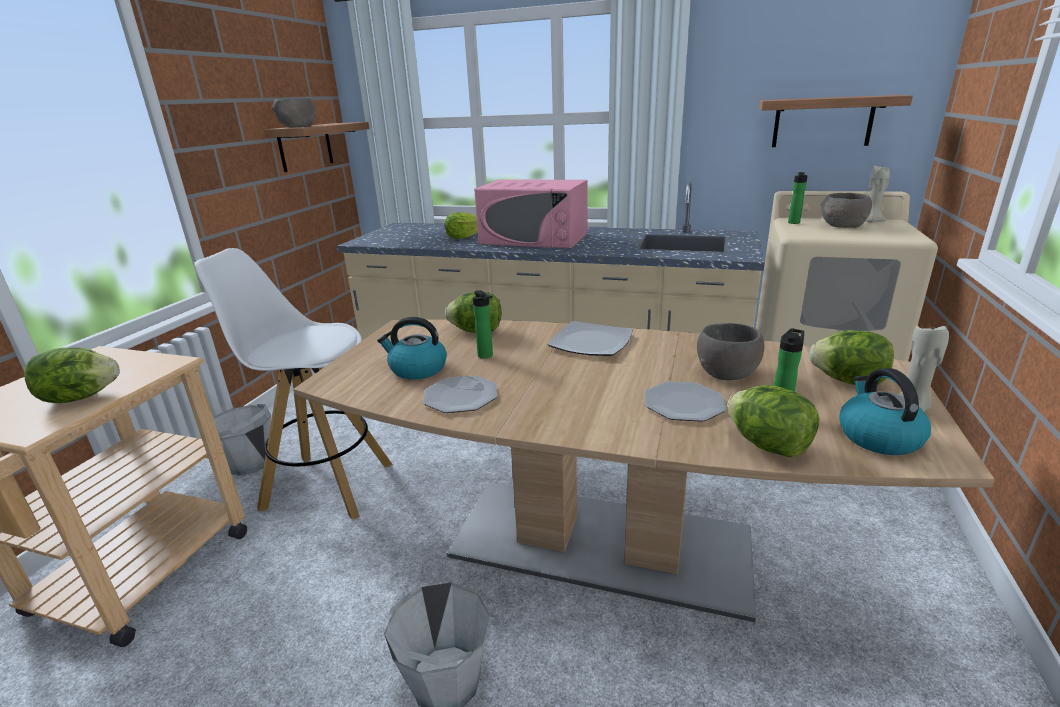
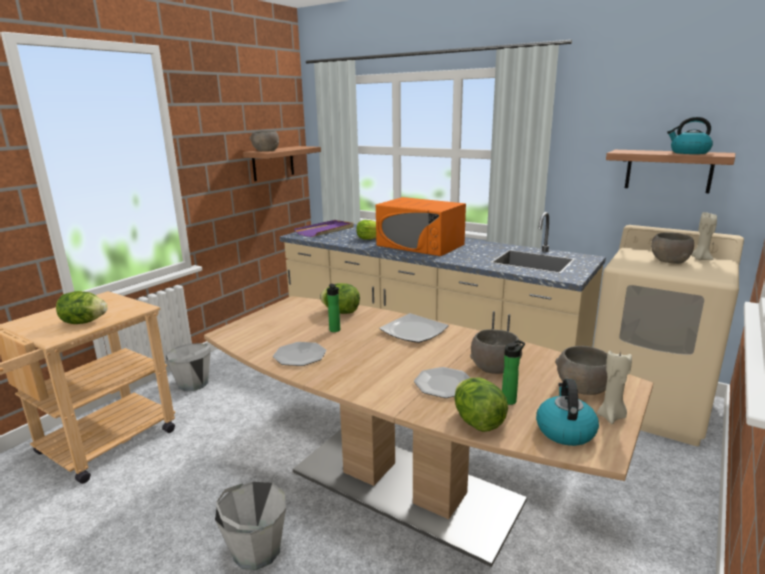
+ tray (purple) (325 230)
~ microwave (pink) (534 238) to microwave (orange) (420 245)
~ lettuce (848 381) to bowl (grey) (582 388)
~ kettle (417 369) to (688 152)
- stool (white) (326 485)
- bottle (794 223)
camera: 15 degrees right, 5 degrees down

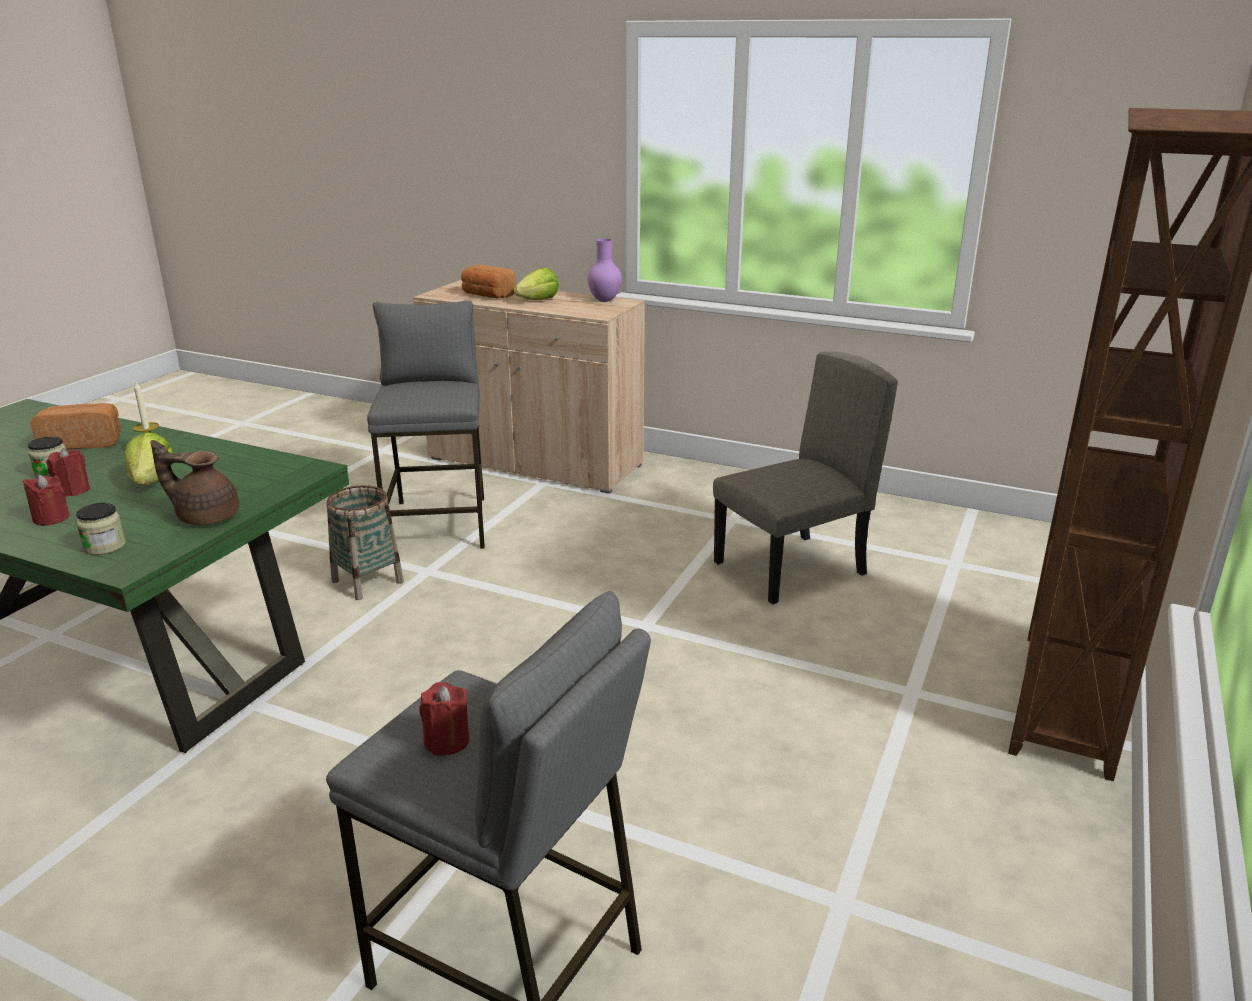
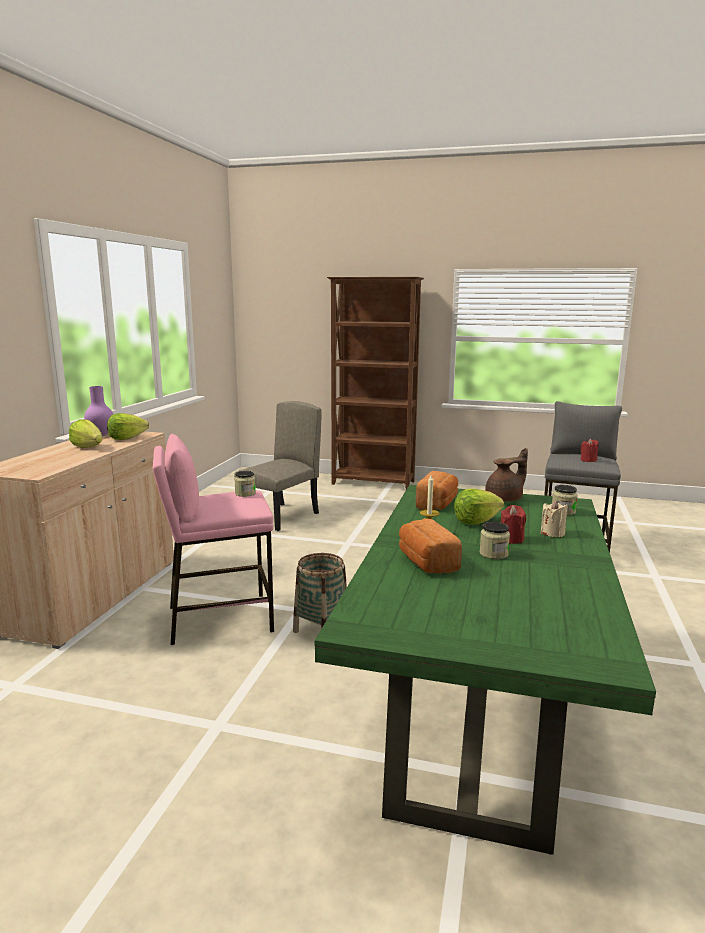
+ lettuce (126 438)
~ stool (grey) (439 524) to stool (pink) (219 618)
~ chair (beige) (790 569) = (280 517) 75 degrees clockwise
+ jar (245 493)
~ bread (487 295) to (437 504)
~ teapot (brown) (206 516) = (505 499) 120 degrees counterclockwise
~ candle (red) (51 518) to candle (beige) (552 533)
camera: 100 degrees left, 10 degrees down

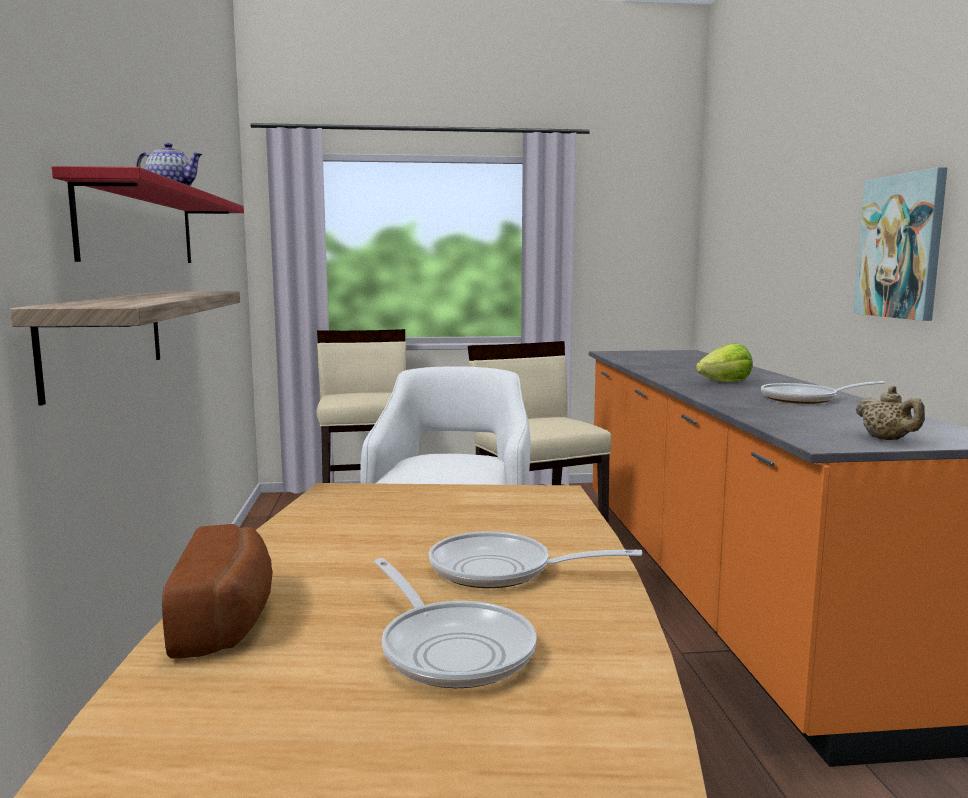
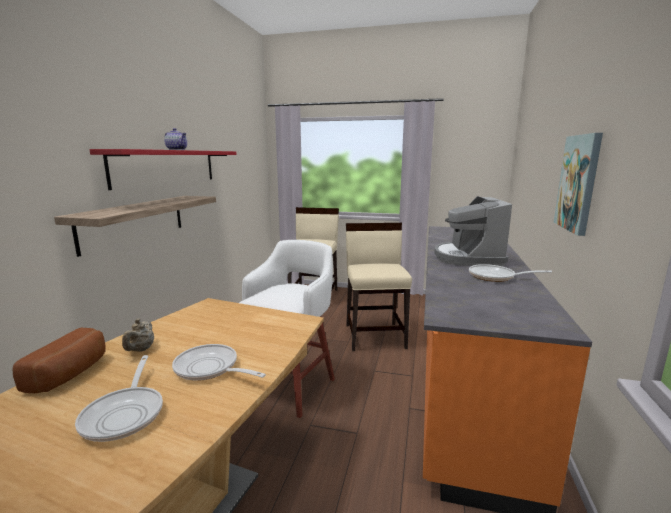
~ teapot (beige) (887 439) to (140 350)
~ lettuce (725 382) to coffee machine (468 258)
camera: 20 degrees right, 5 degrees up

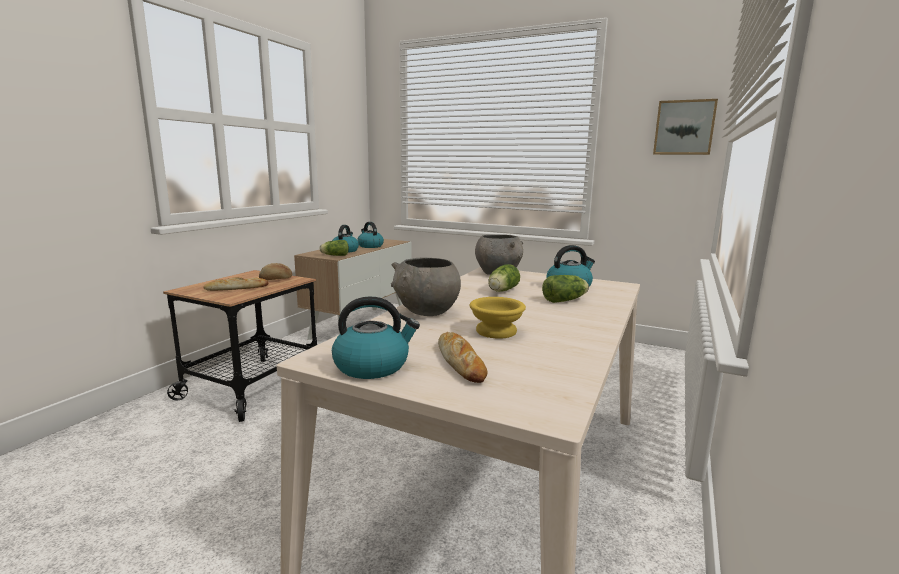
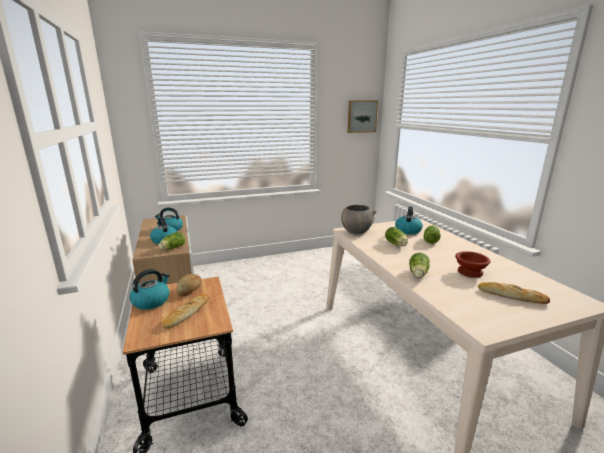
~ kettle (373 366) to (151 301)
~ bowl (grey) (426 312) to lettuce (418 274)
~ bowl (yellow) (496 332) to bowl (brown) (471 272)
camera: 45 degrees left, 5 degrees up

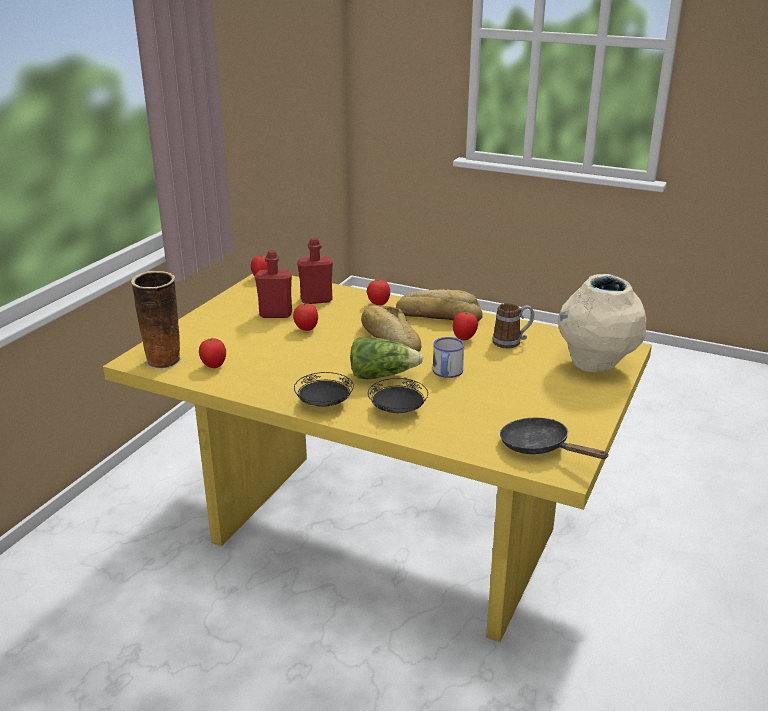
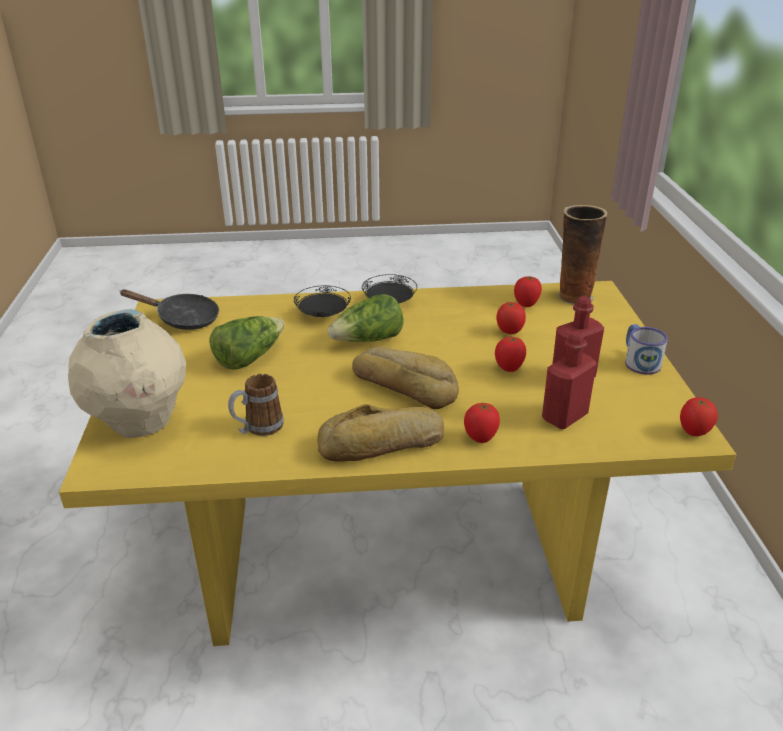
+ lettuce (249 357)
~ tomato (464 338) to (509 332)
~ mug (446 373) to (639 361)
camera: 150 degrees right, 5 degrees up

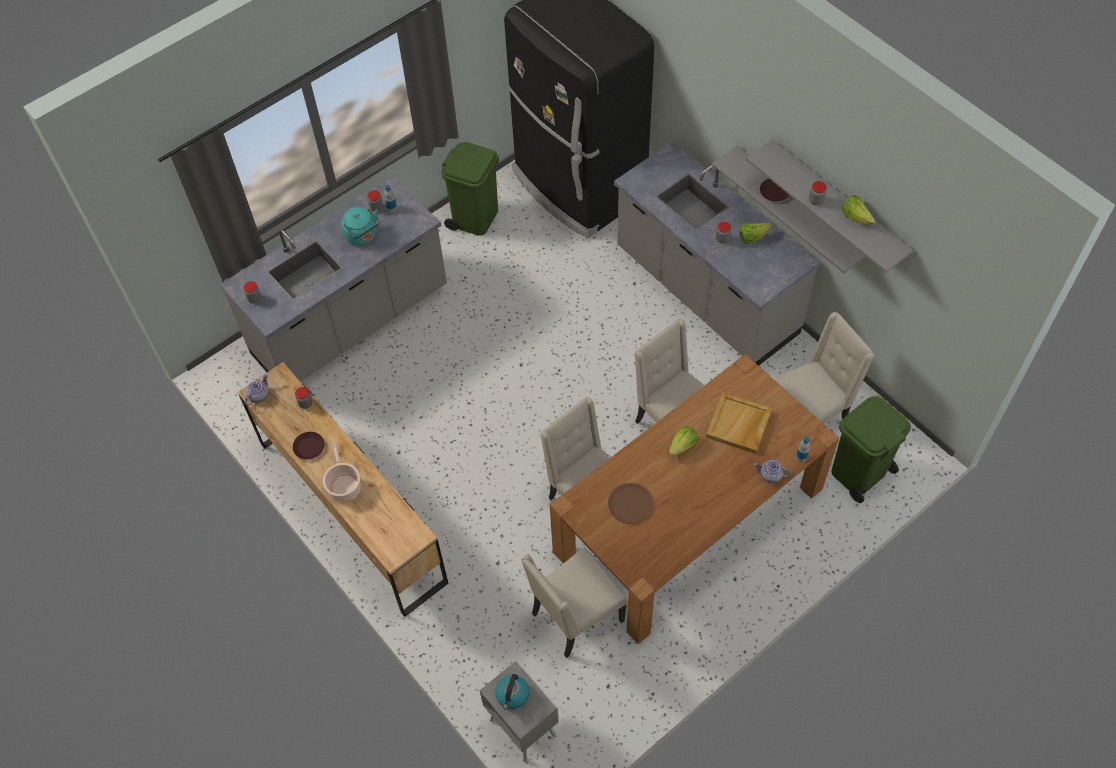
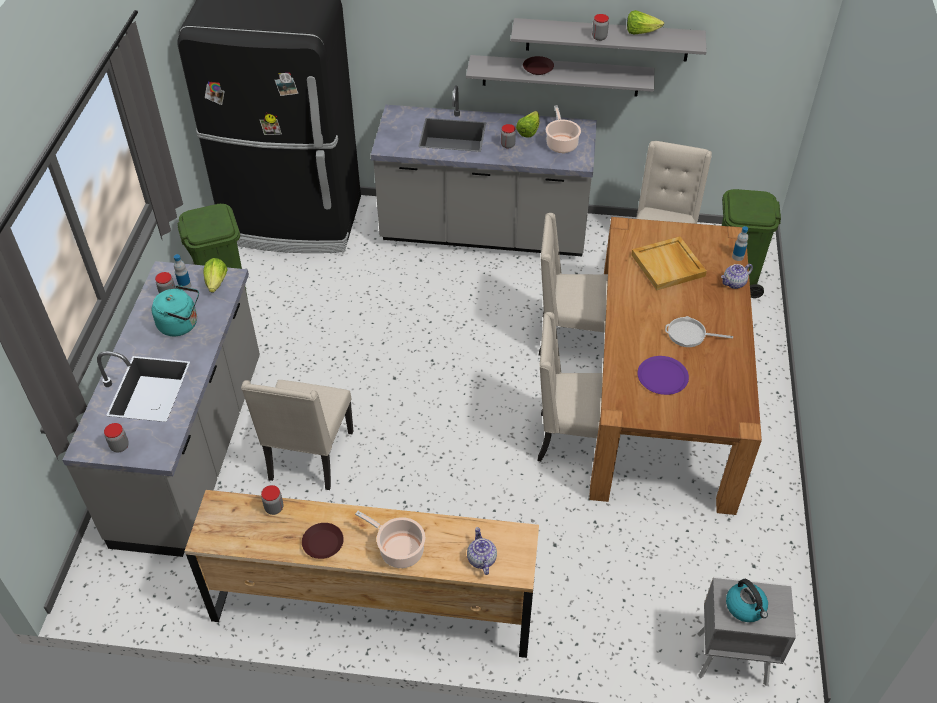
~ lettuce (682 446) to (216 283)
~ chair (beige) (575 617) to (309 457)
~ teapot (258 395) to (481 559)
+ cooking pot (561 143)
~ plate (brown) (630 504) to plate (purple) (662 376)
+ frying pan (689 335)
camera: 45 degrees left, 10 degrees down

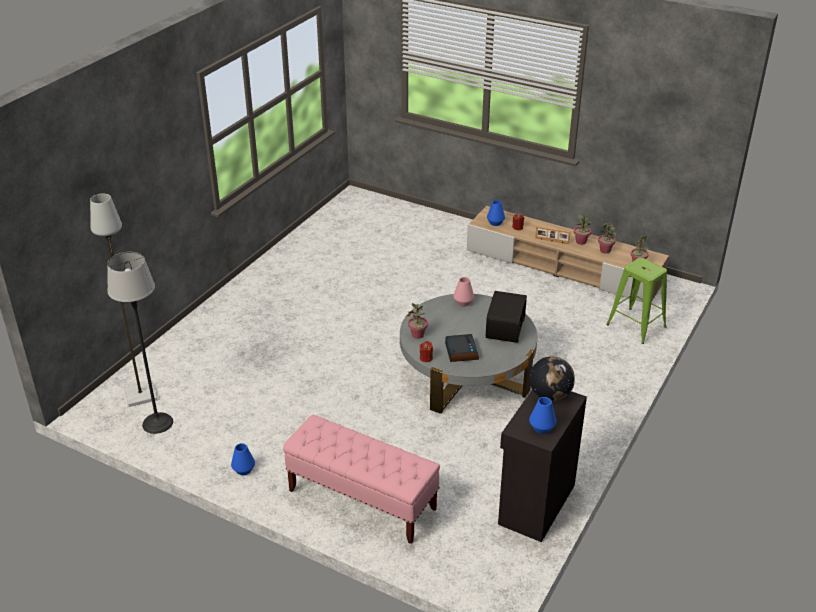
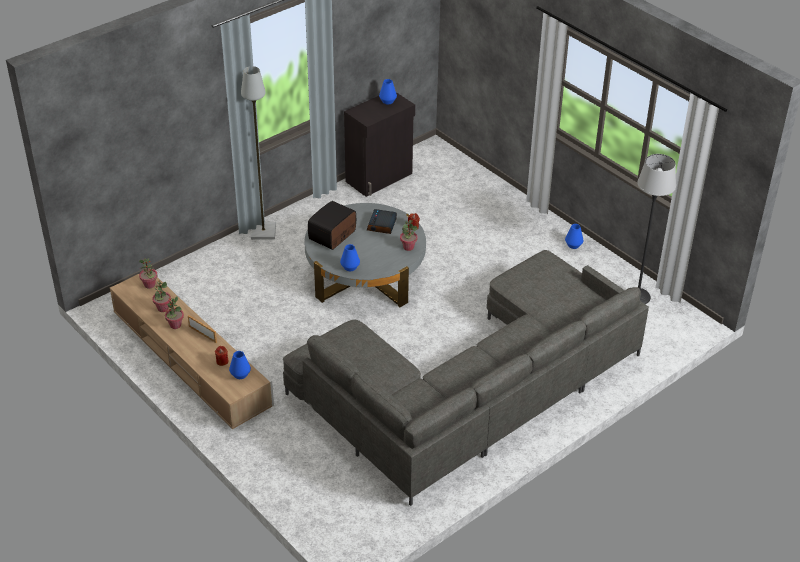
~ floor lamp (grey) (141 395) to (263 231)
+ sofa (grey) (472 390)
~ vase (pink) (463 302) to vase (blue) (350 267)
- bench (pink) (361 500)
- globe (550 395)
- stool (green) (636 326)
camera: 160 degrees left, 5 degrees up

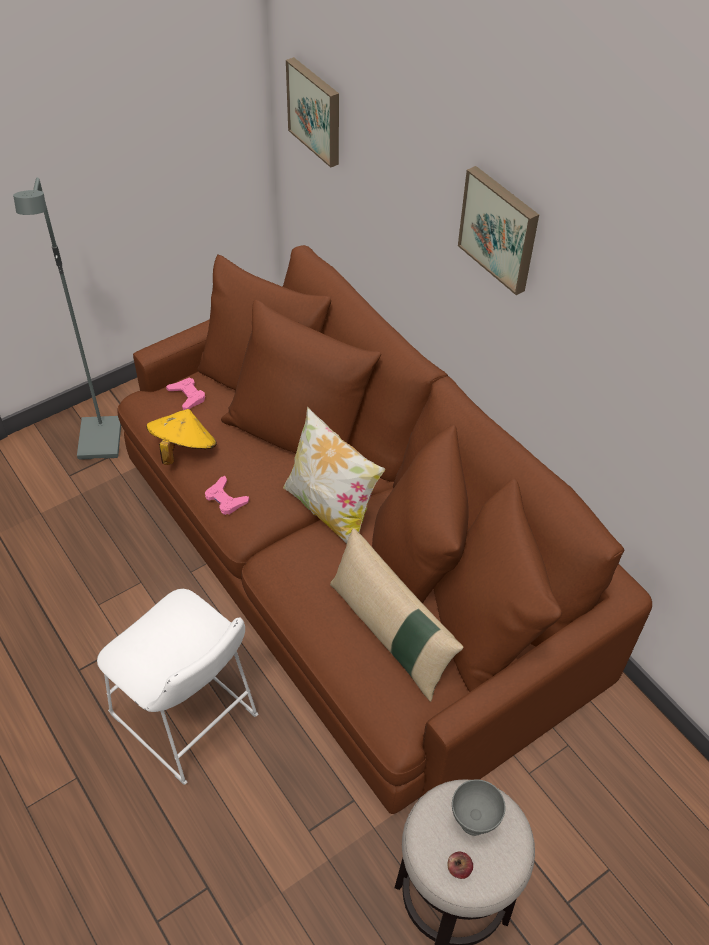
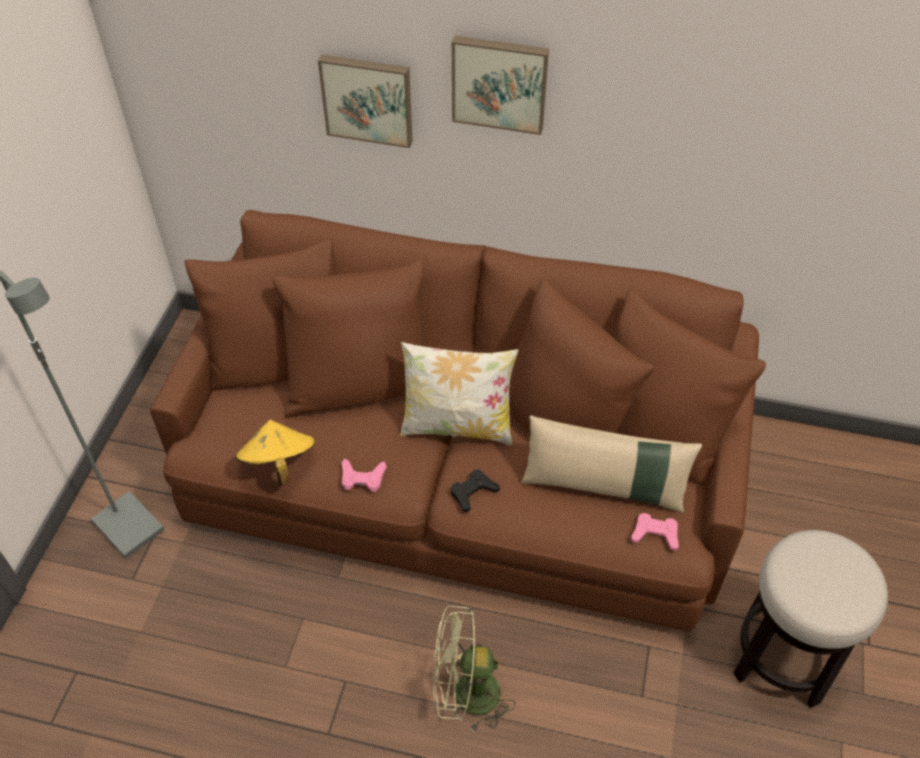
~ picture (316 111) to (368 99)
~ stool (white) (188 720) to fan (green) (466 695)
+ game controller (black) (473 492)
~ game controller (pink) (187 396) to (655 534)
- apple (459 869)
- bowl (grey) (473 823)
camera: 40 degrees left, 0 degrees up

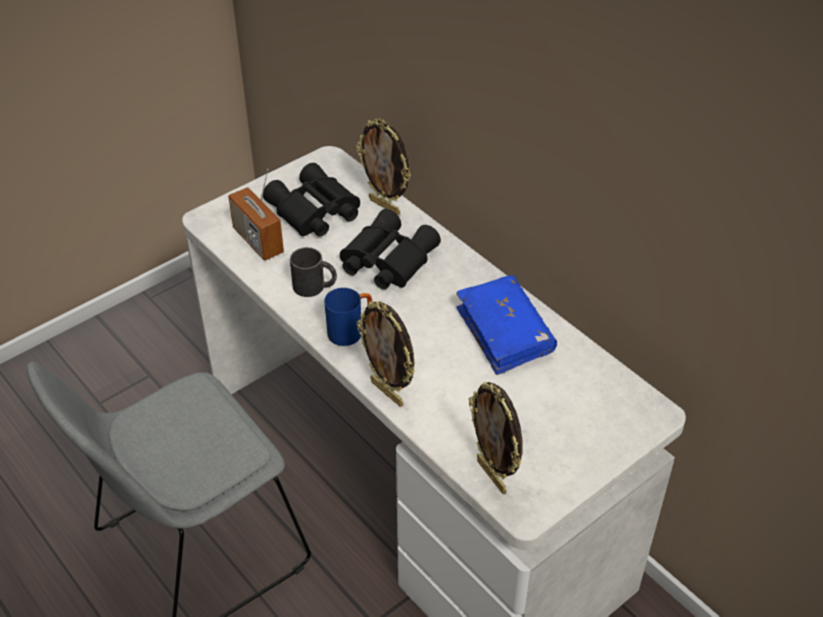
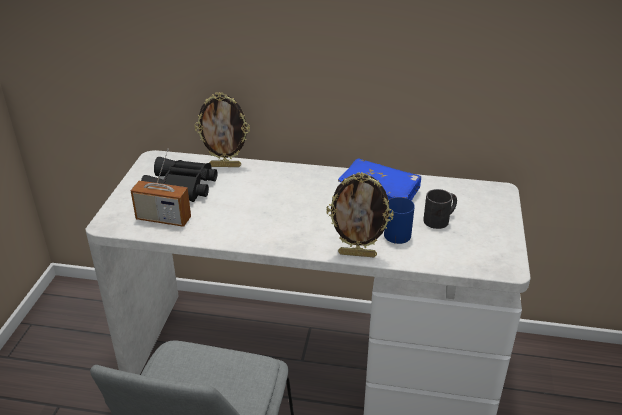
~ mug (blue) (351 331) to (398 232)
~ mug (black) (315 286) to (440 219)
- binoculars (black) (385 260)
- picture frame (493 476)
camera: 40 degrees left, 10 degrees down

